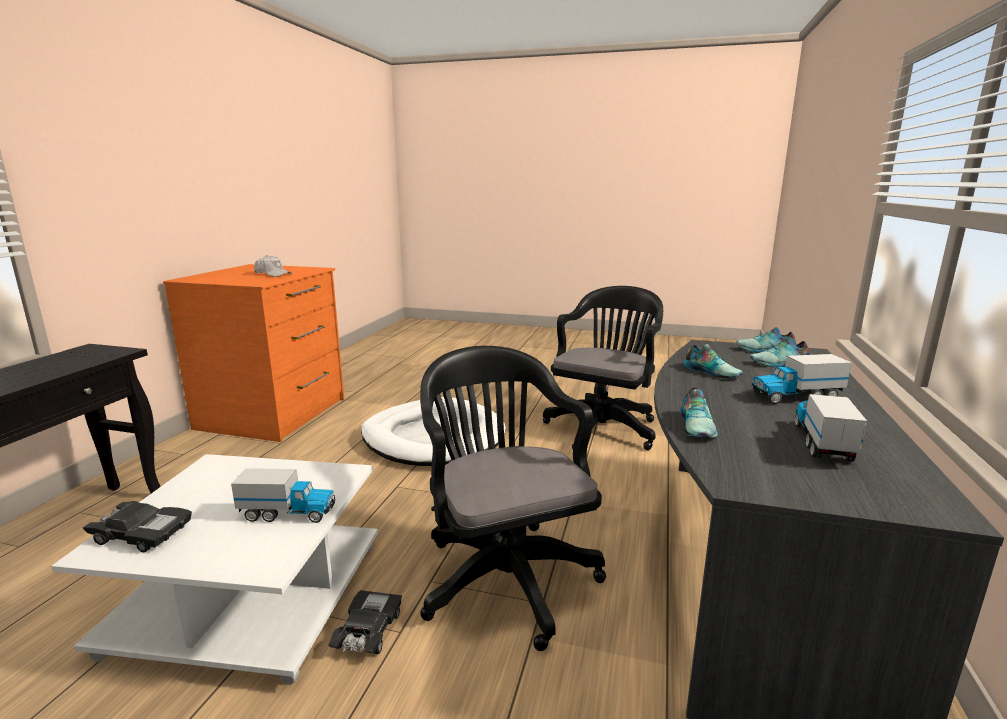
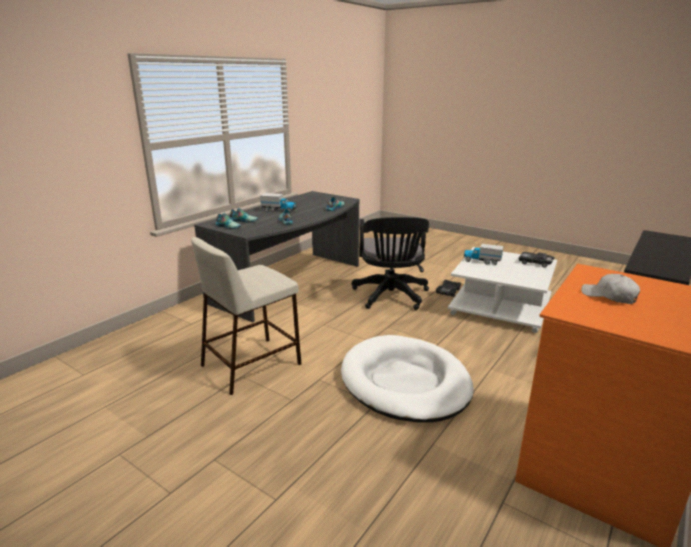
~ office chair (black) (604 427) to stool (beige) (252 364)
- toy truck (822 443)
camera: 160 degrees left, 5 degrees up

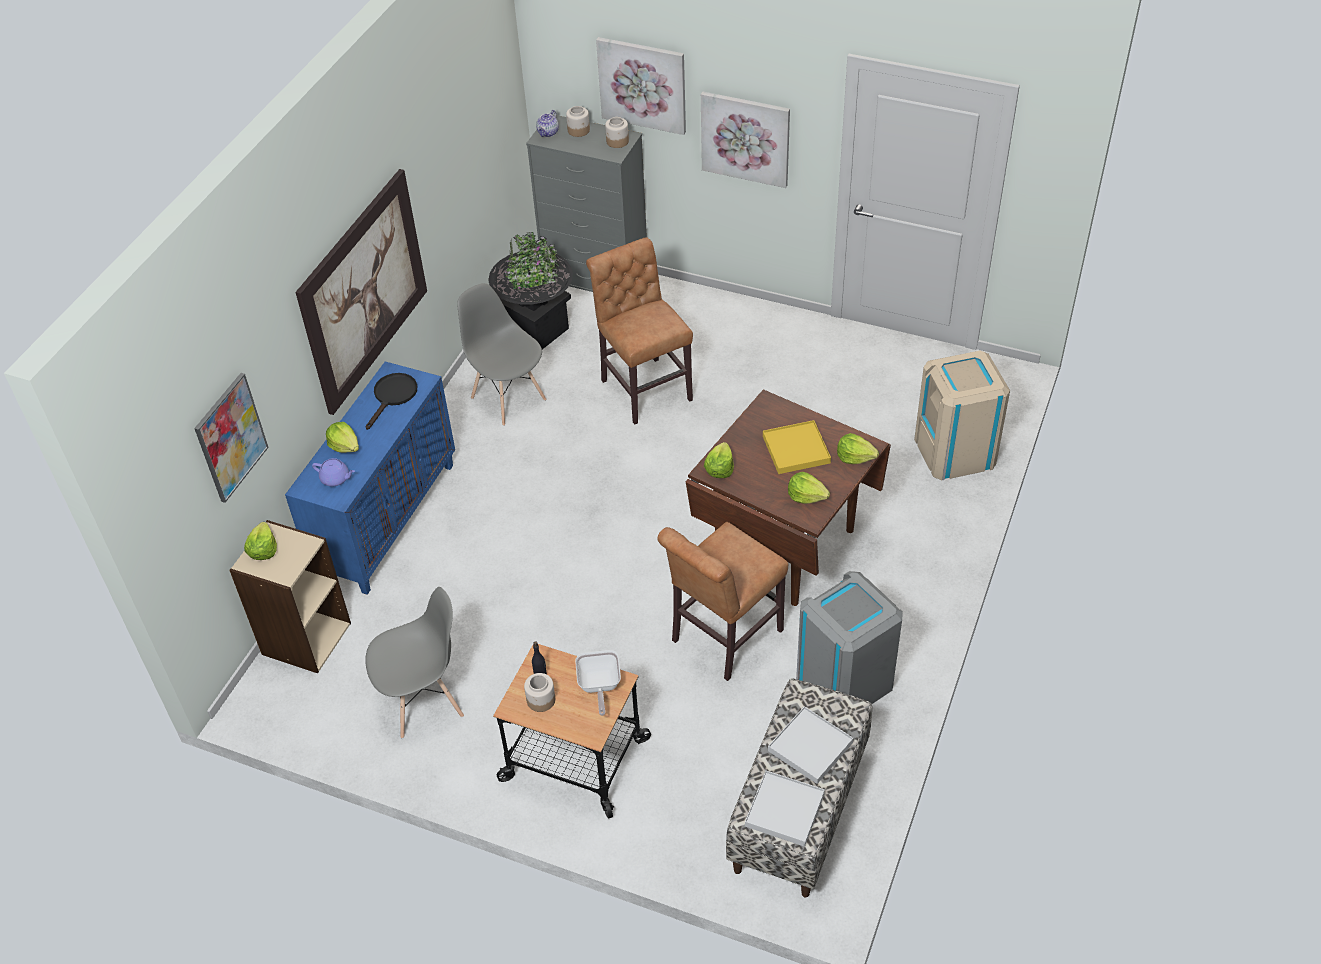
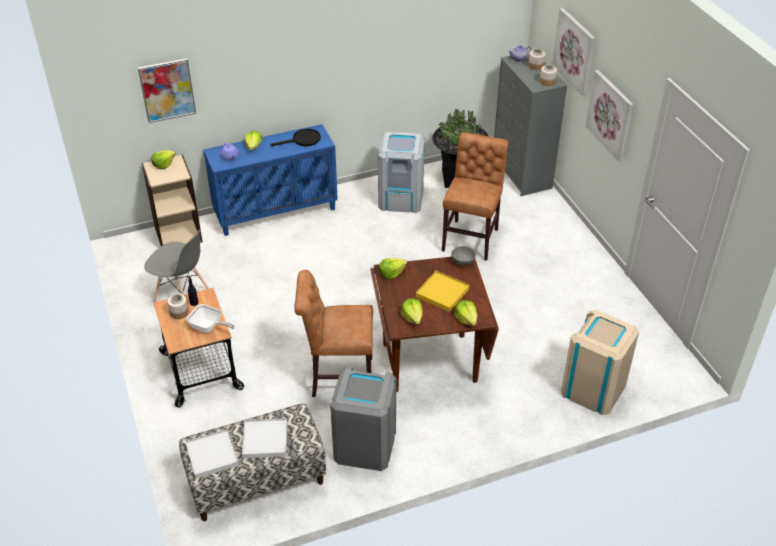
~ frying pan (599 686) = (208 327) 105 degrees counterclockwise
~ chair (grey) (508 398) to trash can (grey) (401 198)
+ bowl (grey) (462 261)
- picture (364 291)
camera: 45 degrees right, 5 degrees down

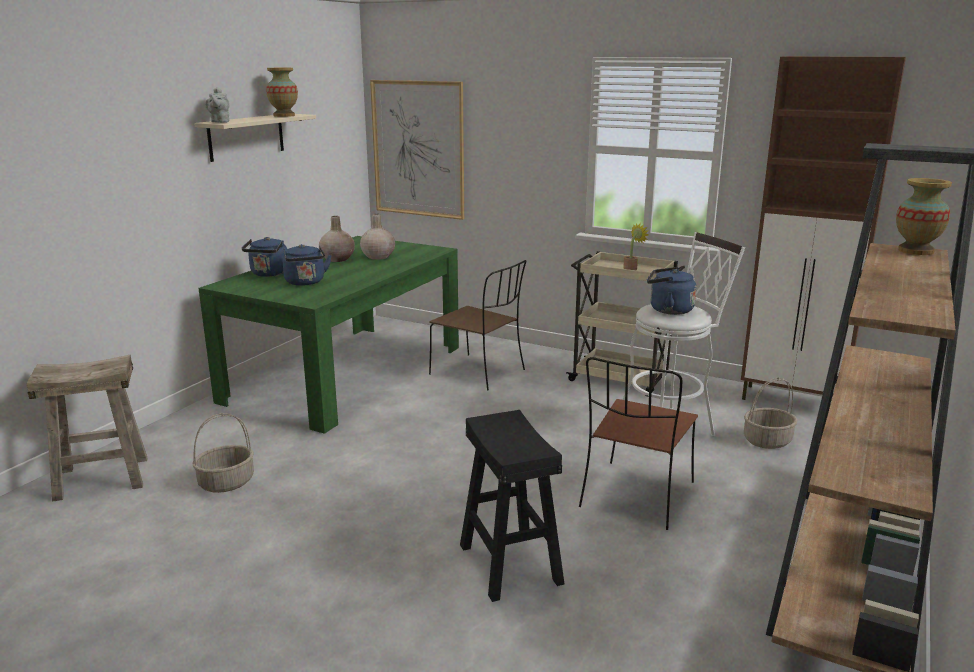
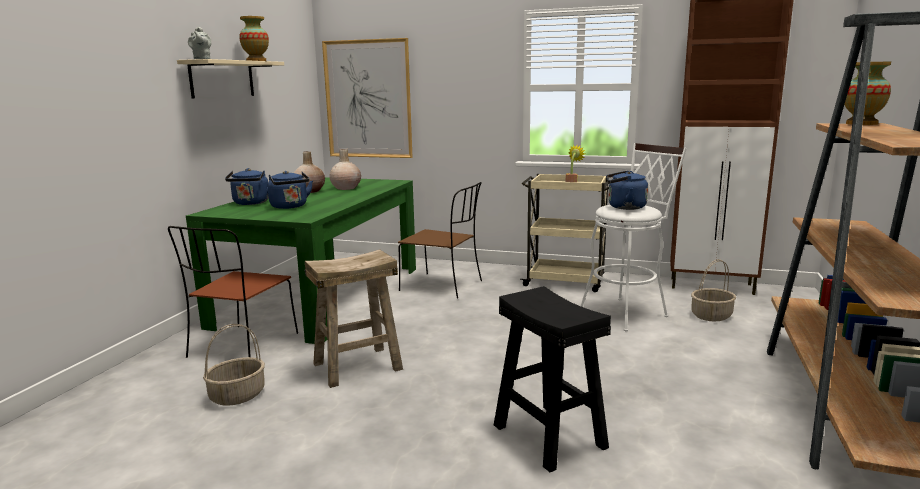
~ chair (brown) (636 496) to (242 346)
~ stool (beige) (102 478) to (357 366)
camera: 10 degrees left, 5 degrees down

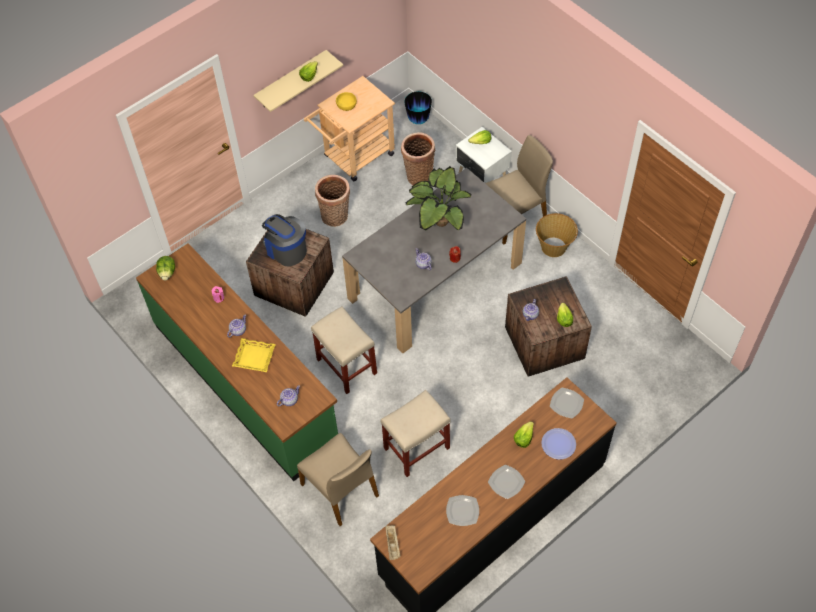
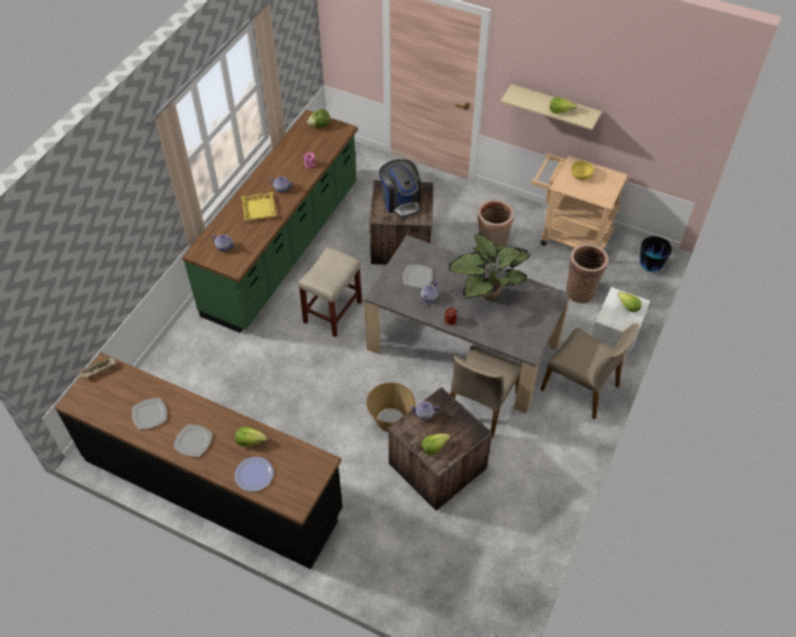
~ basket (554 247) to (390 420)
~ coffee machine (286 250) = (401 201) 135 degrees clockwise
~ plate (566 403) to (418 277)
~ chair (beige) (341 490) to (481 405)
- stool (beige) (416 449)
camera: 65 degrees right, 5 degrees down

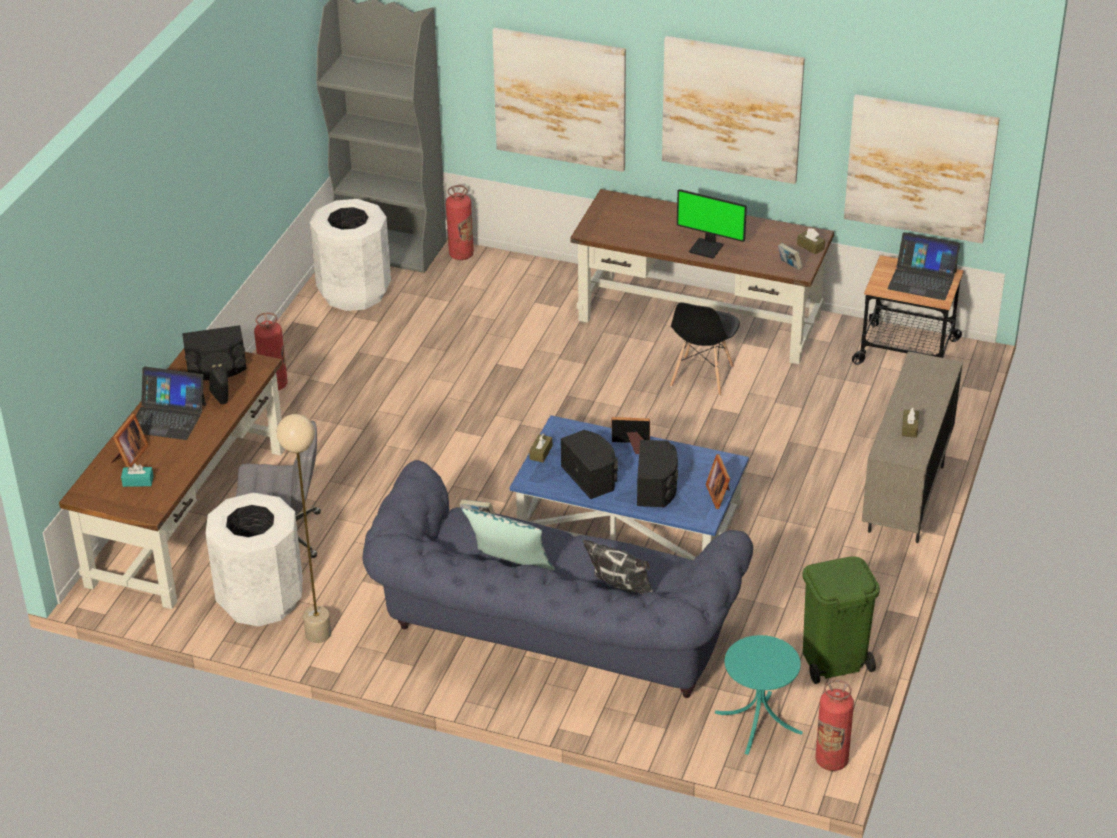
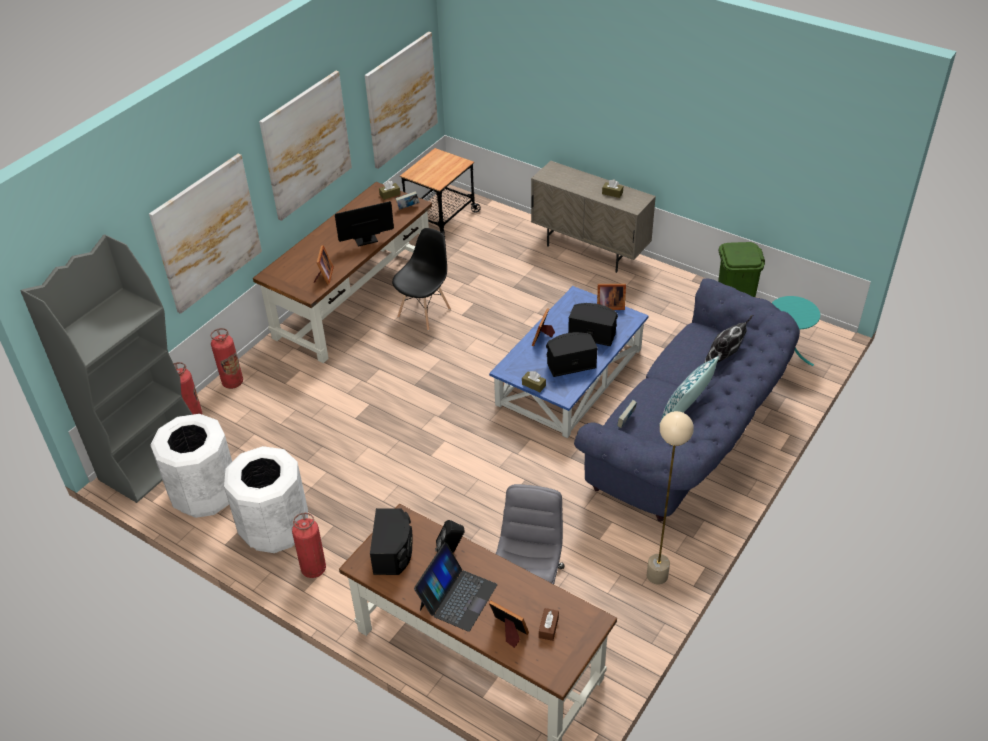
~ fire extinguisher (831 760) to (232 382)
~ trash can (white) (260 600) to (274 529)
+ picture frame (324 276)
~ monitor (707 248) = (365 239) 150 degrees counterclockwise
~ chair (black) (701 377) = (424 313) 90 degrees counterclockwise
~ tissue box (turquoise) (138 481) to tissue box (brown) (548 627)
- laptop (922 280)
camera: 75 degrees left, 5 degrees up

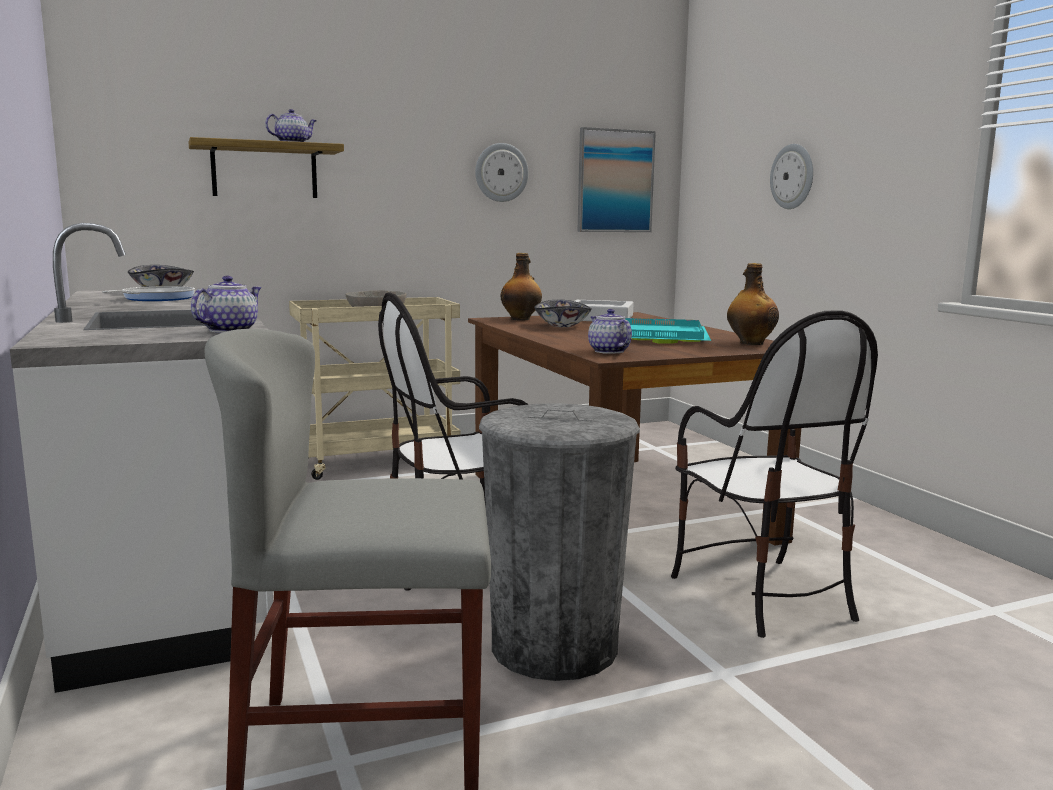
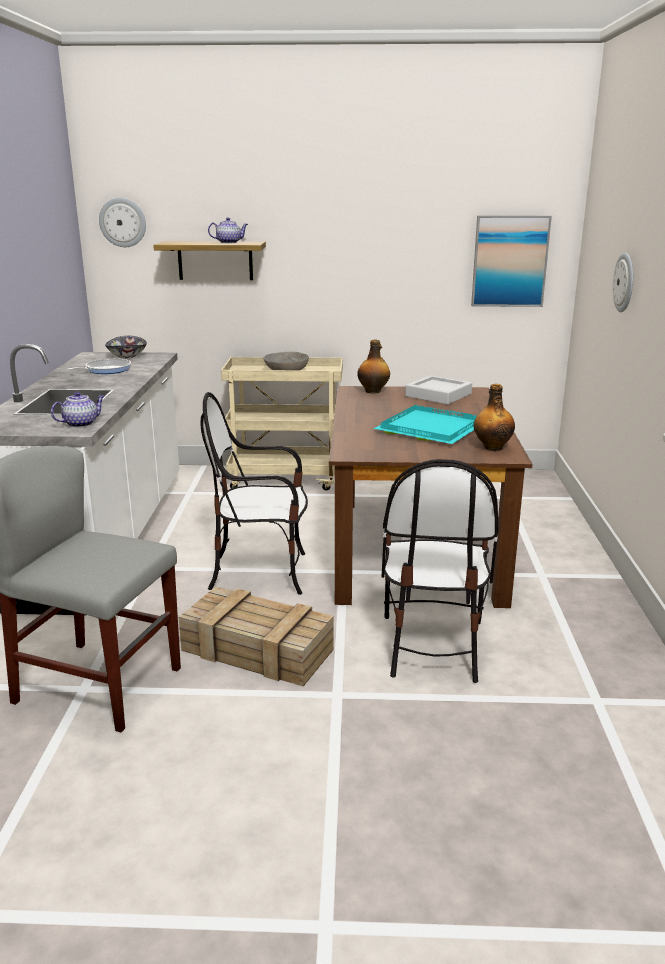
~ wall clock (501 172) to (123 222)
~ trash can (grey) (554 647) to crate (255 650)
- bowl (563 325)
- teapot (608 351)
camera: 25 degrees right, 10 degrees up

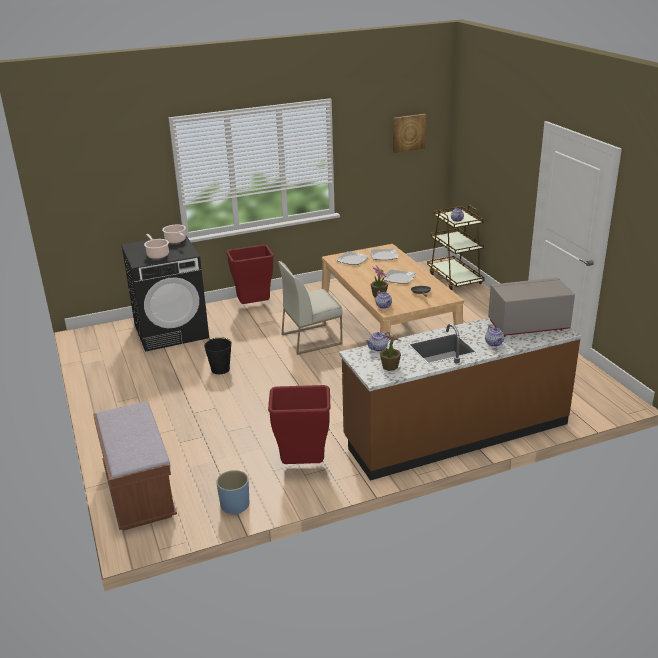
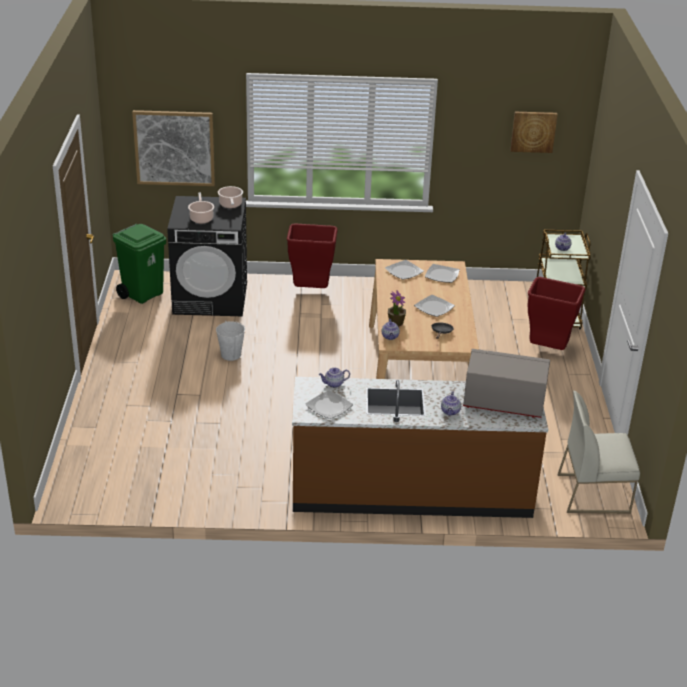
+ trash can (green) (143 294)
+ picture (174 148)
~ bucket (black) (220 369) to bucket (white) (231 355)
~ potted plant (389 366) to plate (328 406)
~ trash can (red) (302 466) to (547 350)
~ chair (white) (311 339) to (594 493)
- bench (brown) (139 492)
- planter (blue) (234 505)
camera: 20 degrees right, 5 degrees up

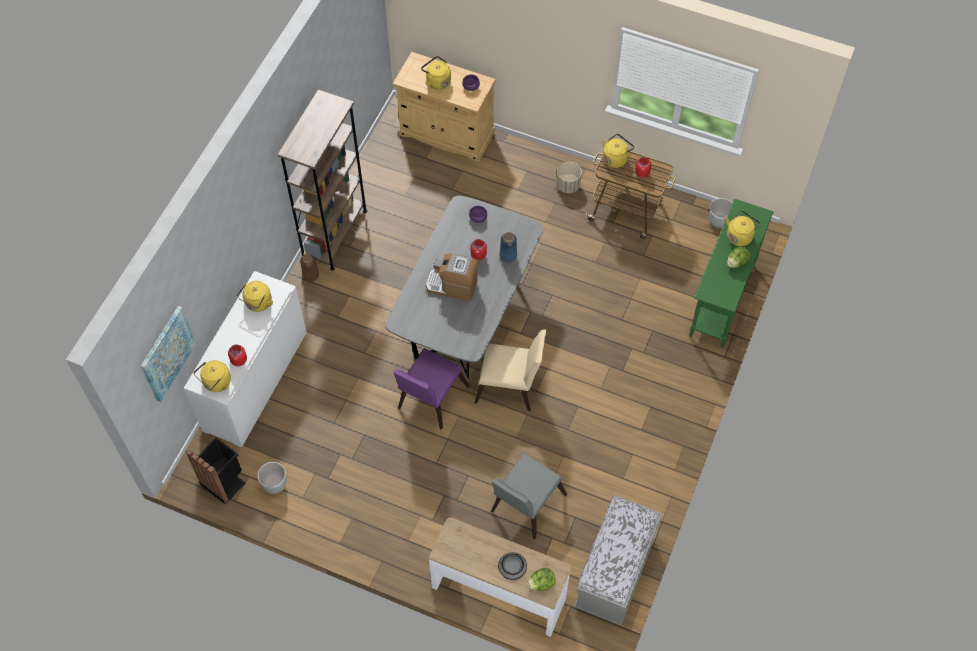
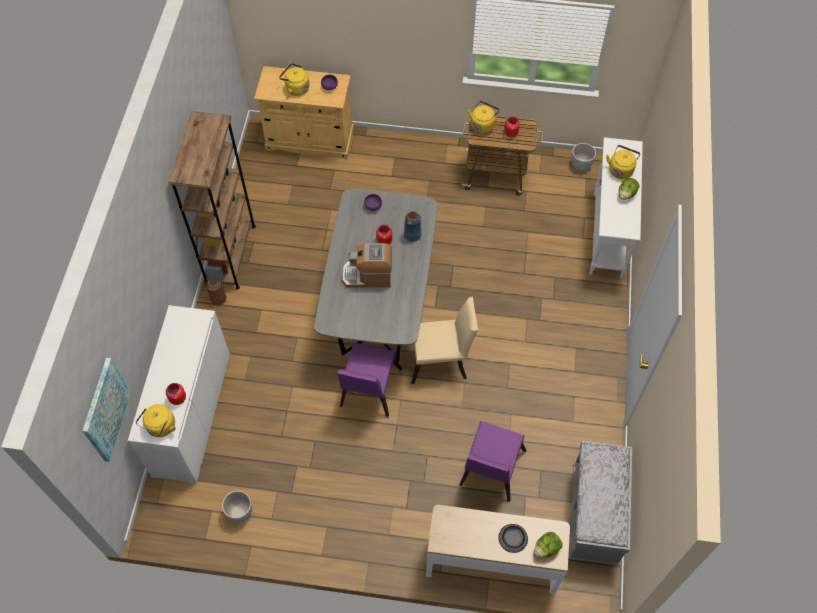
~ chair (grey) (525 506) to chair (purple) (490 471)
~ console table (green) (721 300) to console table (white) (607 235)
- trash can (black) (224 482)
- kettle (yellow) (257 304)
- planter (beige) (568 185)
camera: 15 degrees left, 0 degrees up

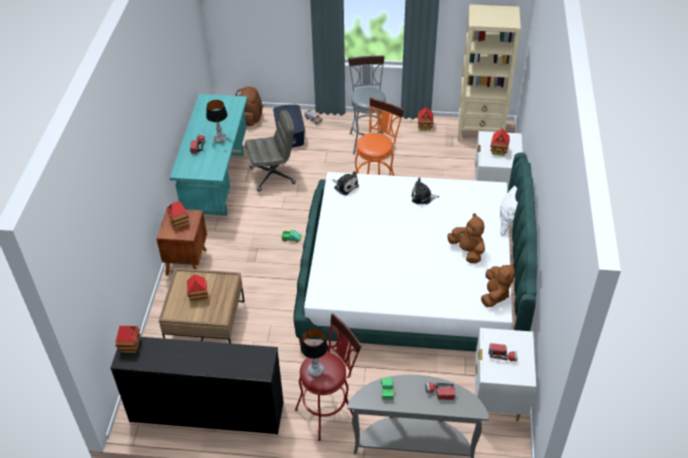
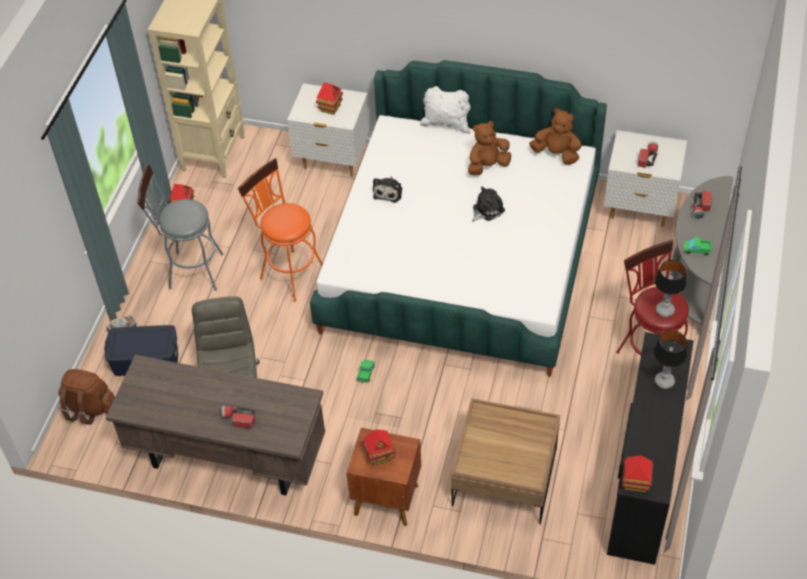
~ desk (turquoise) (217 182) to desk (brown) (227 458)
~ plush toy (345 186) to (486 210)
~ table lamp (220 139) to (664 381)
- toy house (198 296)
camera: 80 degrees left, 5 degrees up

